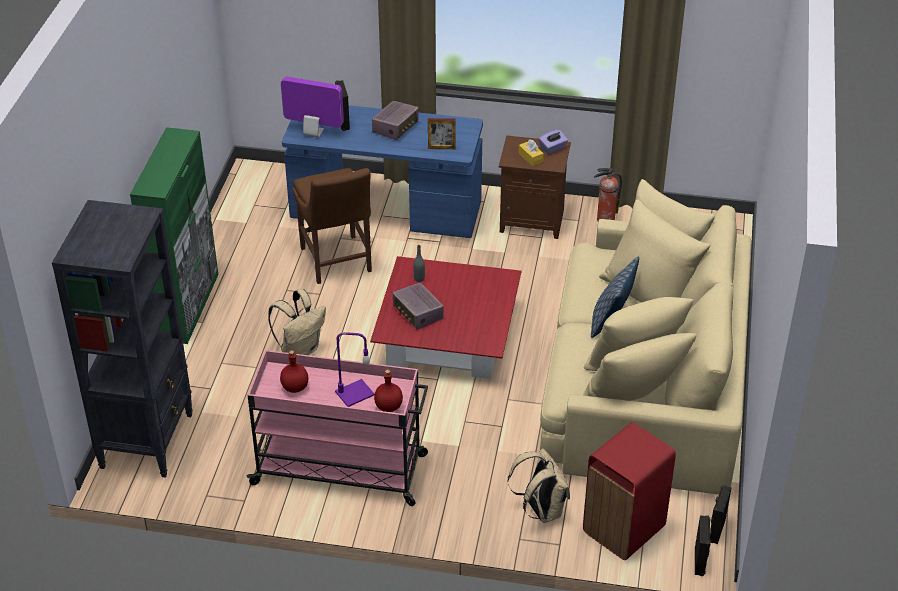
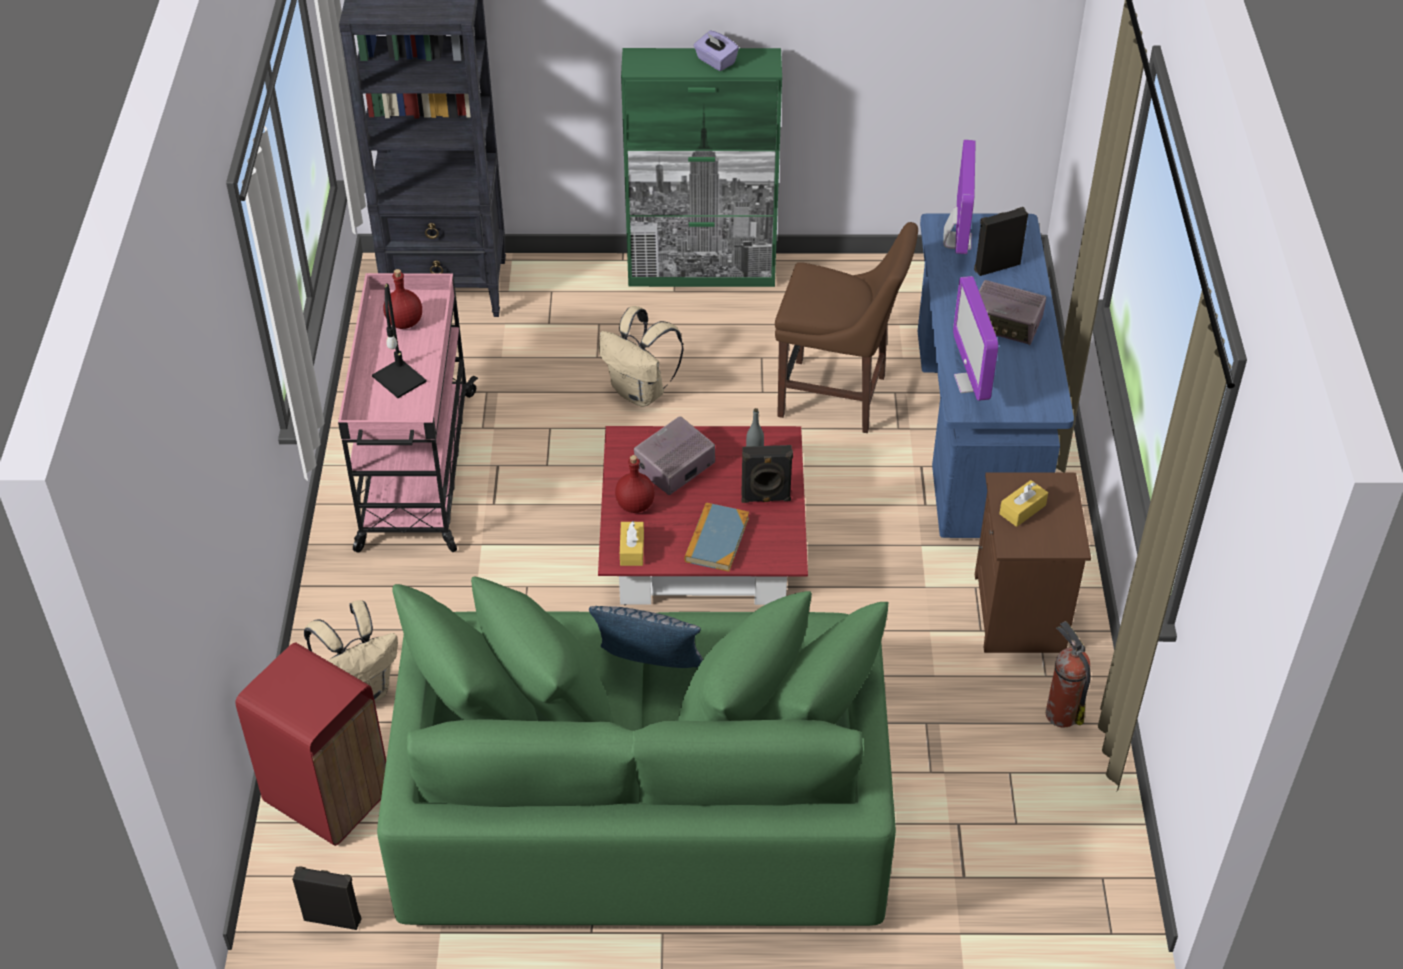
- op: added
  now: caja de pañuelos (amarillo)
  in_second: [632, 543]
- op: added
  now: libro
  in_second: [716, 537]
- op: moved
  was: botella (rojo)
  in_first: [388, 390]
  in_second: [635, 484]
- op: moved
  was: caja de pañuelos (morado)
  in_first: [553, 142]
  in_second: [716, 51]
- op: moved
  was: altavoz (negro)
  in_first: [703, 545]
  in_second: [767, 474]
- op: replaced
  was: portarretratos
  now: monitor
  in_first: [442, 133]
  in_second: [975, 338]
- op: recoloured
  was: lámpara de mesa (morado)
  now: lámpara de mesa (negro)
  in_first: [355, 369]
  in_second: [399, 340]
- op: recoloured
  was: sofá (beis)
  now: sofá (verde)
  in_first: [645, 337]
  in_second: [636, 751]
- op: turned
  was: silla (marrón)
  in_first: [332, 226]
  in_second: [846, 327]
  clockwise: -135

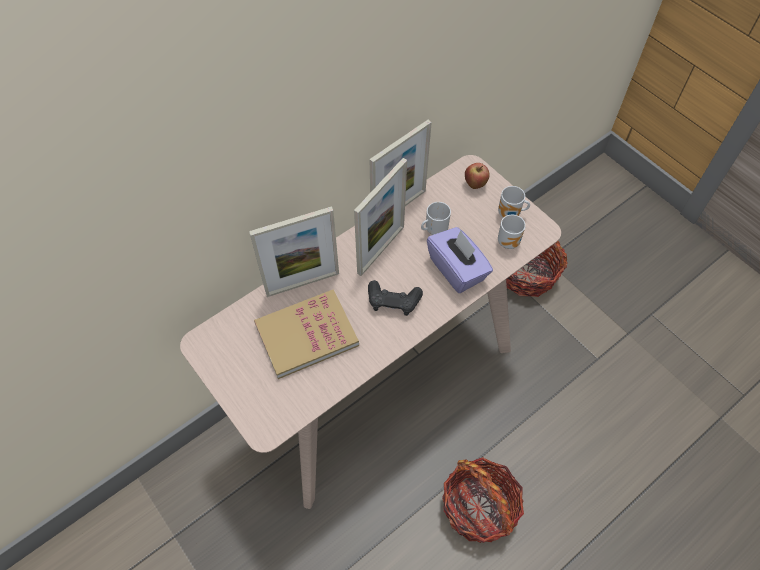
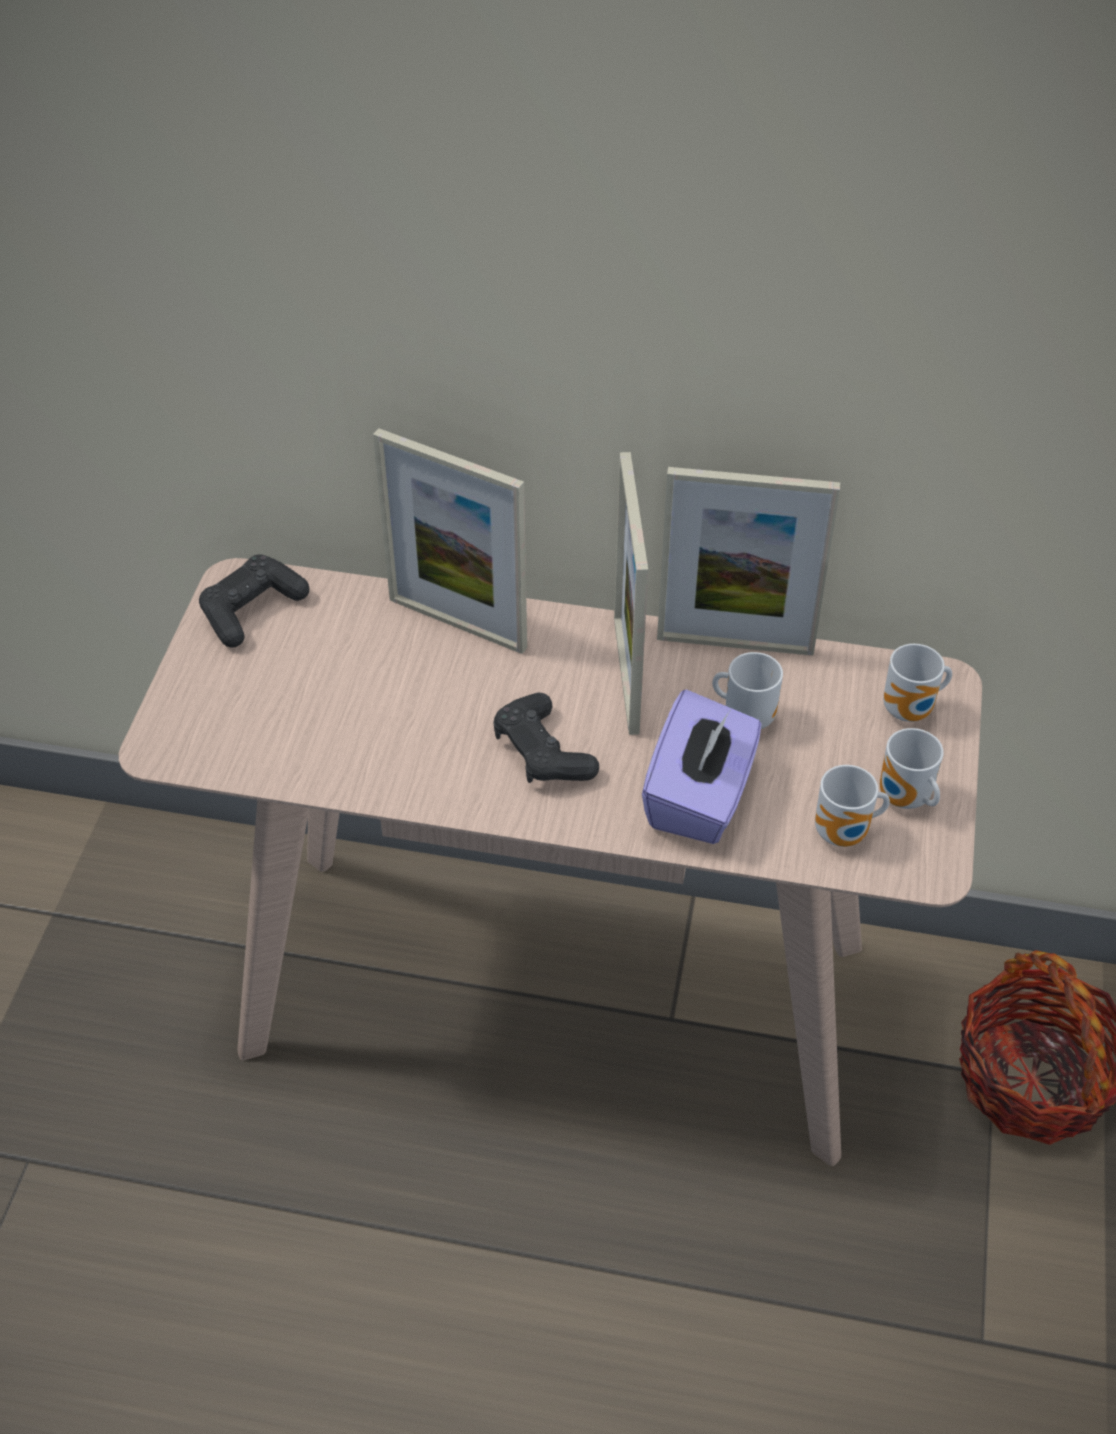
- op: removed
  was: libro
  in_first: [306, 334]
- op: removed
  was: cesta
  in_first: [483, 500]
- op: added
  now: mando de consola (negro)
  in_second: [254, 601]
- op: replaced
  was: manzana
  now: taza grande
  in_first: [477, 176]
  in_second: [917, 683]
- op: turned
  was: portarretratos
  in_first: [380, 217]
  in_second: [631, 593]
  clockwise: 90

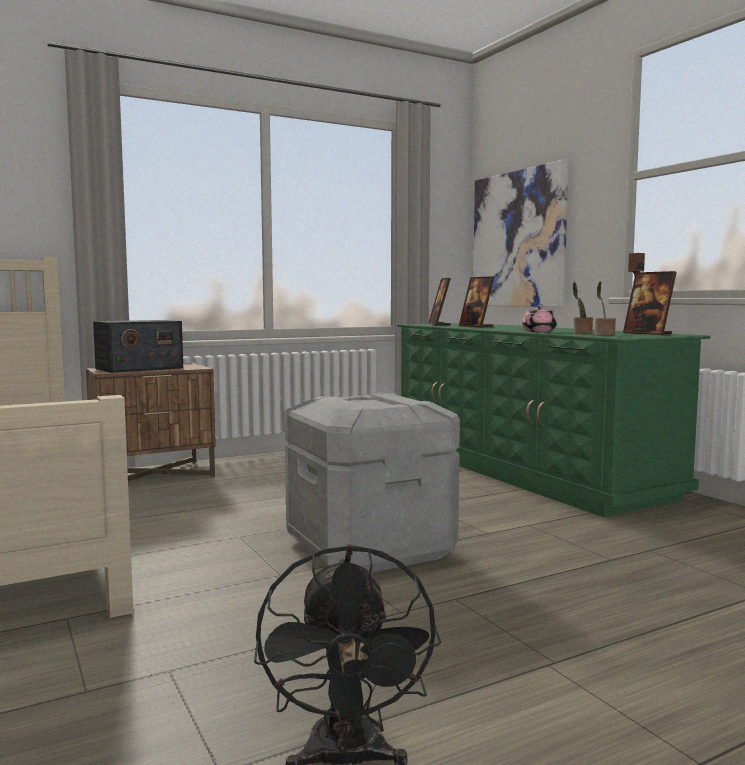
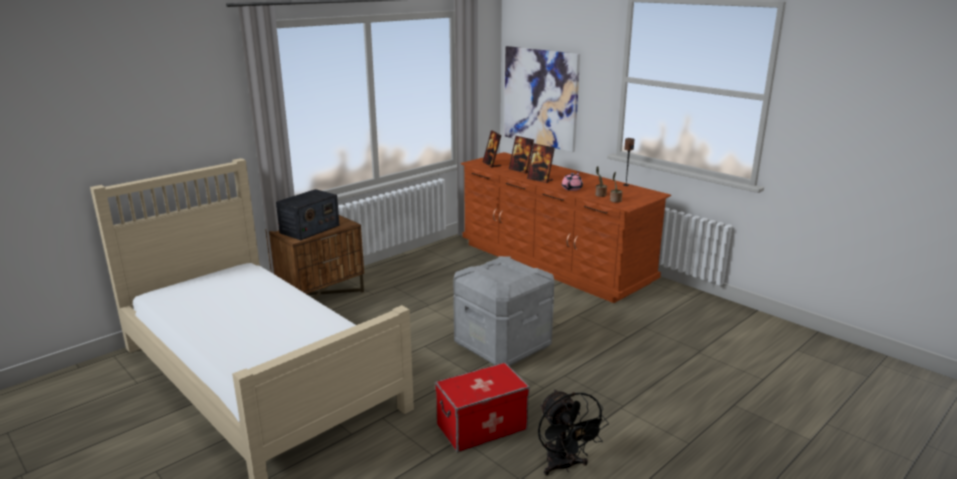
- op: added
  now: caja de almacenaje
  in_second: [482, 407]
- op: moved
  was: portarretratos
  in_first: [650, 303]
  in_second: [541, 163]
- op: recoloured
  was: cómoda (verde)
  now: cómoda (marrón)
  in_first: [553, 420]
  in_second: [566, 227]

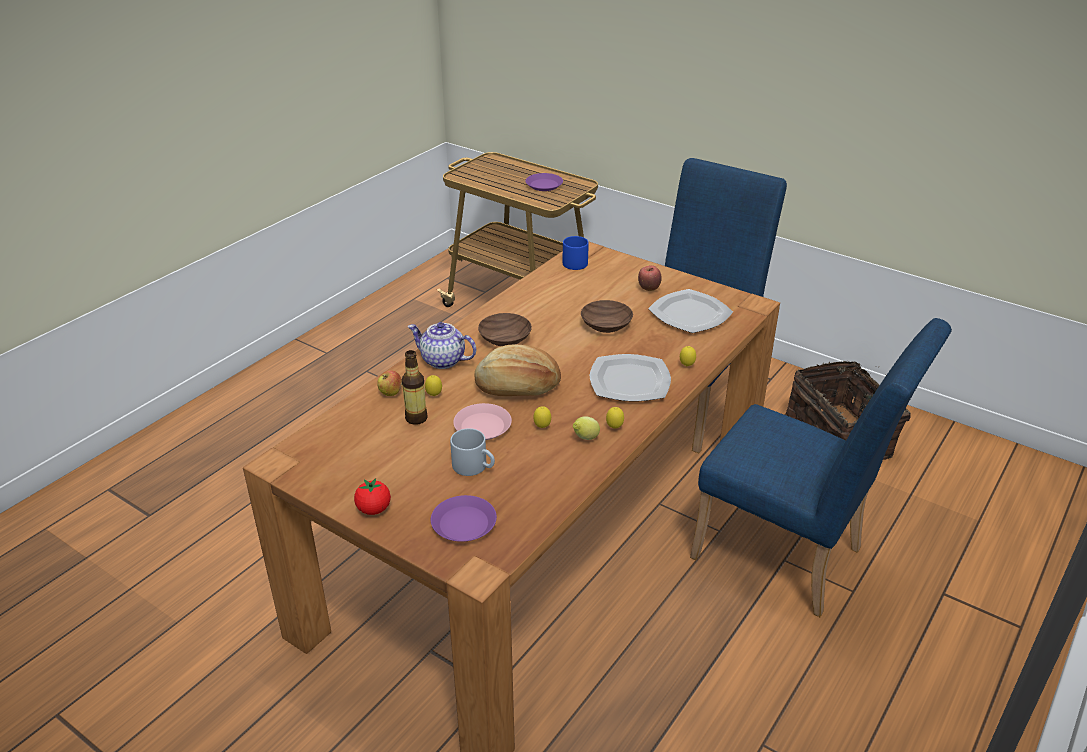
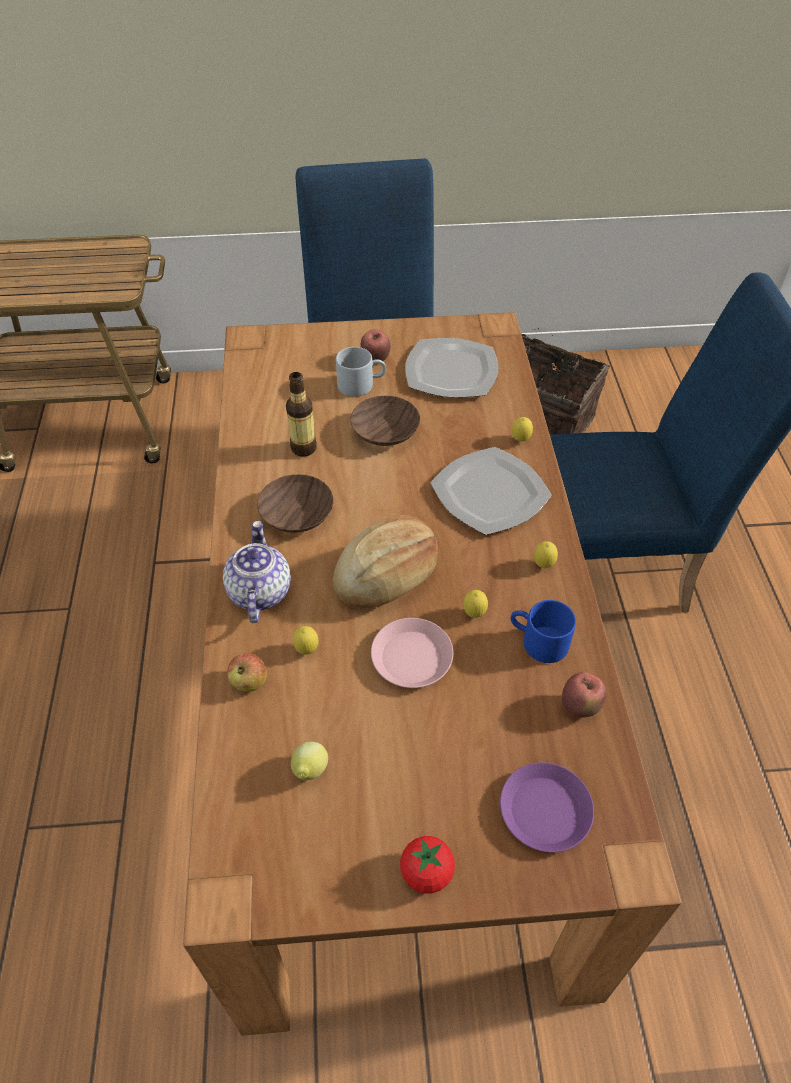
- op: removed
  was: plato (morado)
  in_first: [544, 182]
- op: added
  now: manzana
  in_second: [584, 695]
- op: moved
  was: botella
  in_first: [415, 387]
  in_second: [301, 414]
- op: moved
  was: taza grande (gris)
  in_first: [472, 452]
  in_second: [361, 372]
- op: moved
  was: taza grande (azul)
  in_first: [576, 253]
  in_second: [543, 631]
- op: moved
  was: limón
  in_first: [586, 428]
  in_second: [309, 761]
- op: turned
  was: tetera
  in_first: [442, 345]
  in_second: [257, 572]
  clockwise: 105

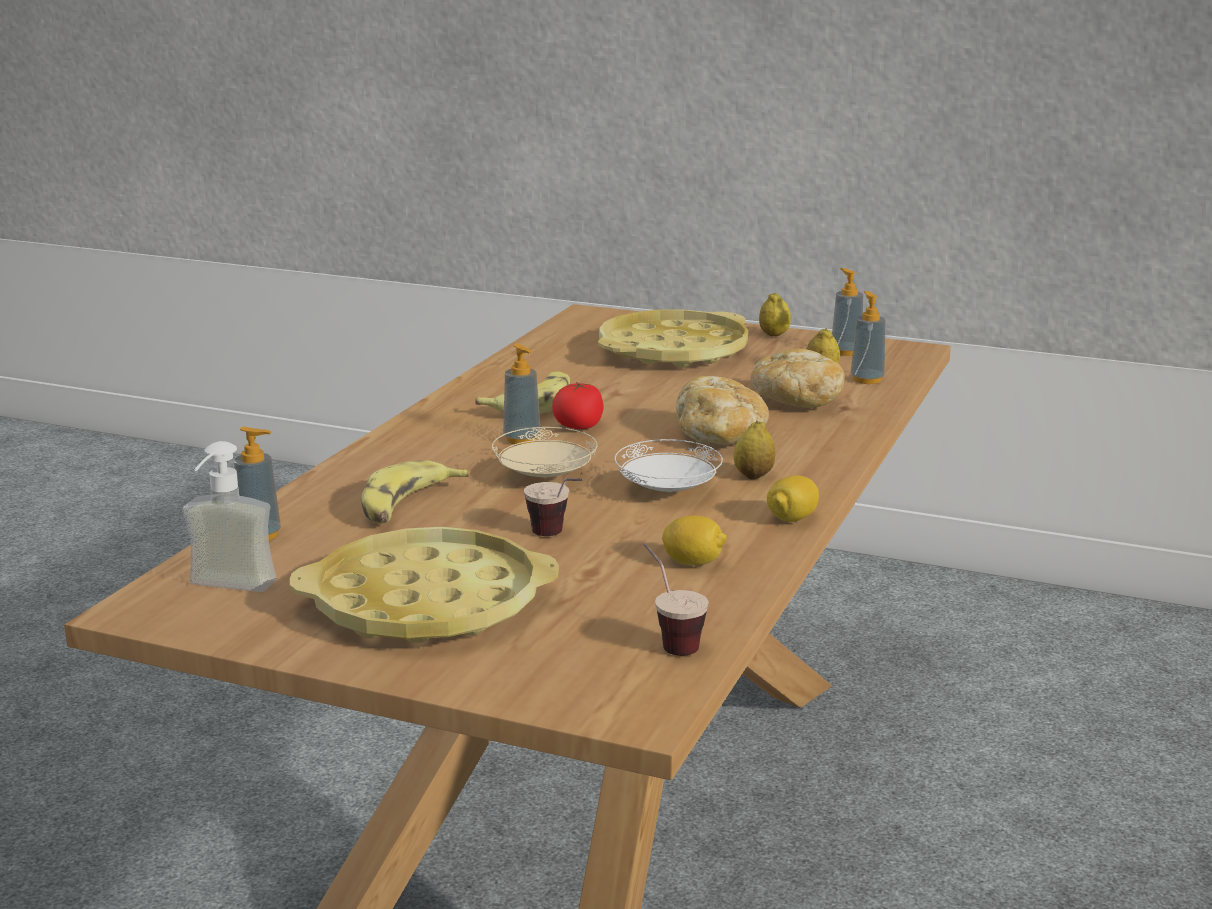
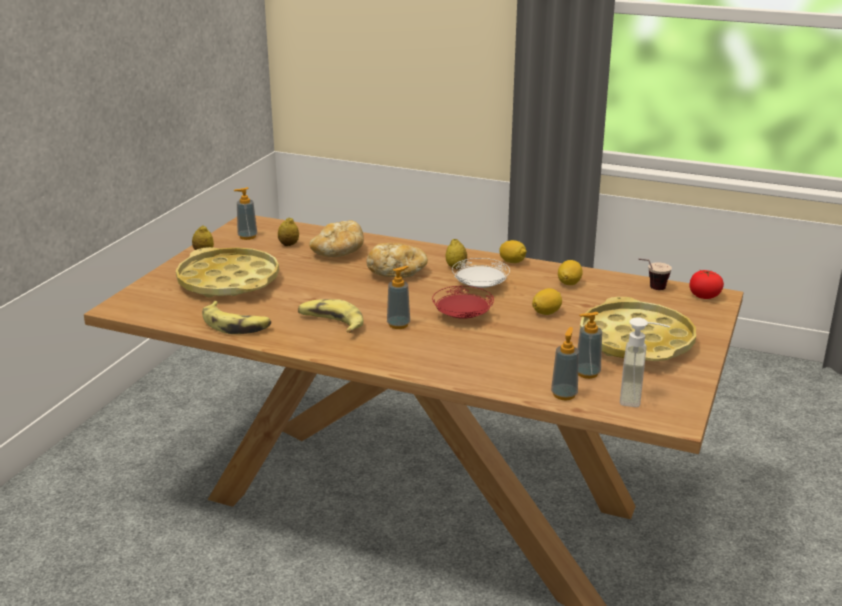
- op: moved
  was: plátano
  in_first: [415, 492]
  in_second: [236, 317]
- op: moved
  was: tomate
  in_first: [577, 405]
  in_second: [707, 284]
- op: moved
  was: dispensador de jabón
  in_first: [868, 337]
  in_second: [589, 345]
- op: replaced
  was: taza
  now: limón
  in_first: [553, 507]
  in_second: [547, 301]
- op: recoloured
  was: plato (beis)
  now: plato (rojo)
  in_first: [544, 452]
  in_second: [463, 302]

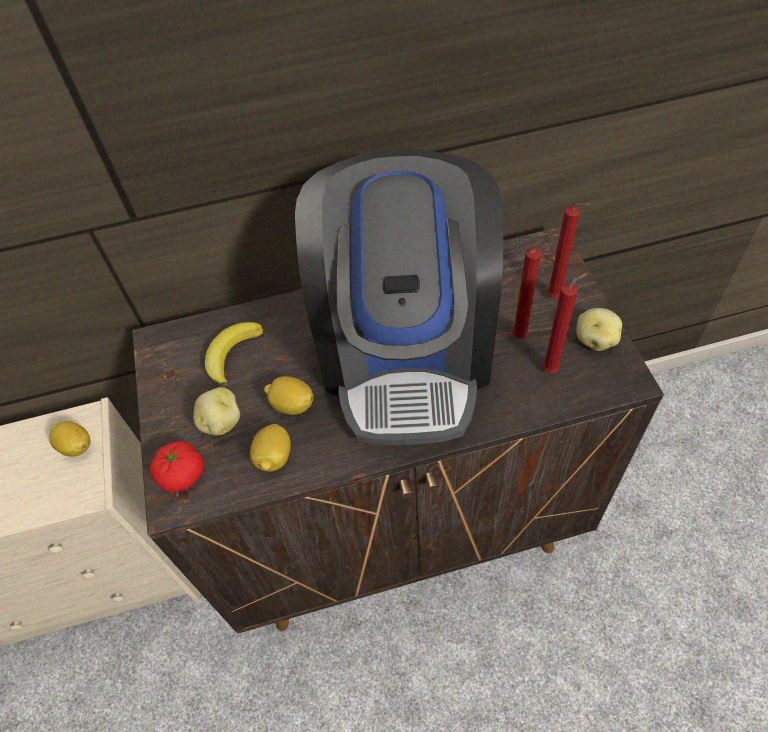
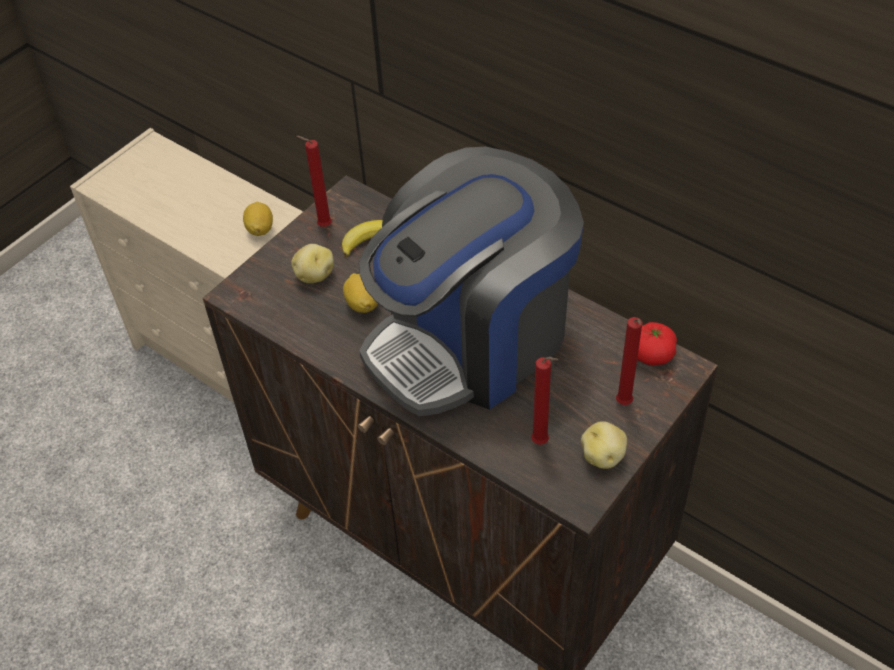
- op: removed
  was: limón
  in_first: [270, 448]
- op: moved
  was: tomate
  in_first: [176, 466]
  in_second: [657, 344]
- op: moved
  was: vela (rojo)
  in_first: [526, 293]
  in_second: [314, 181]

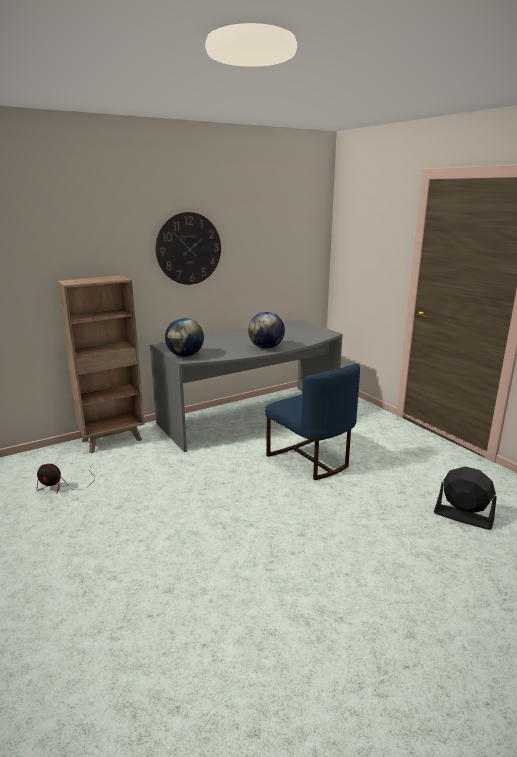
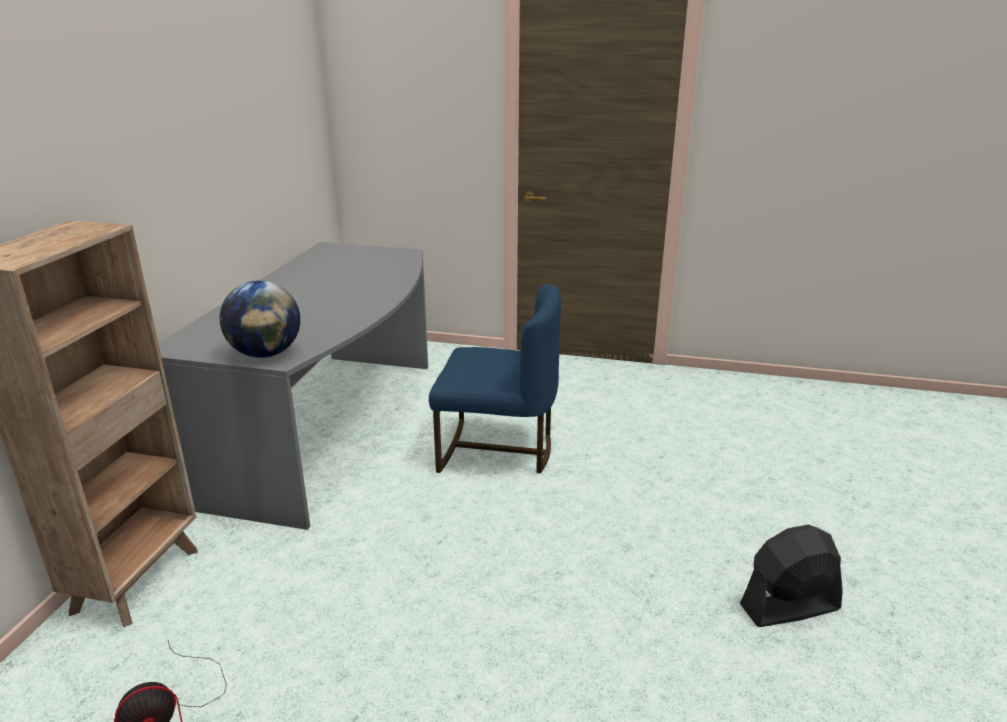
- op: removed
  was: reloj de pared
  in_first: [188, 248]
- op: removed
  was: globo terráqueo
  in_first: [266, 330]
- op: moved
  was: ventilador (negro)
  in_first: [465, 498]
  in_second: [791, 575]

